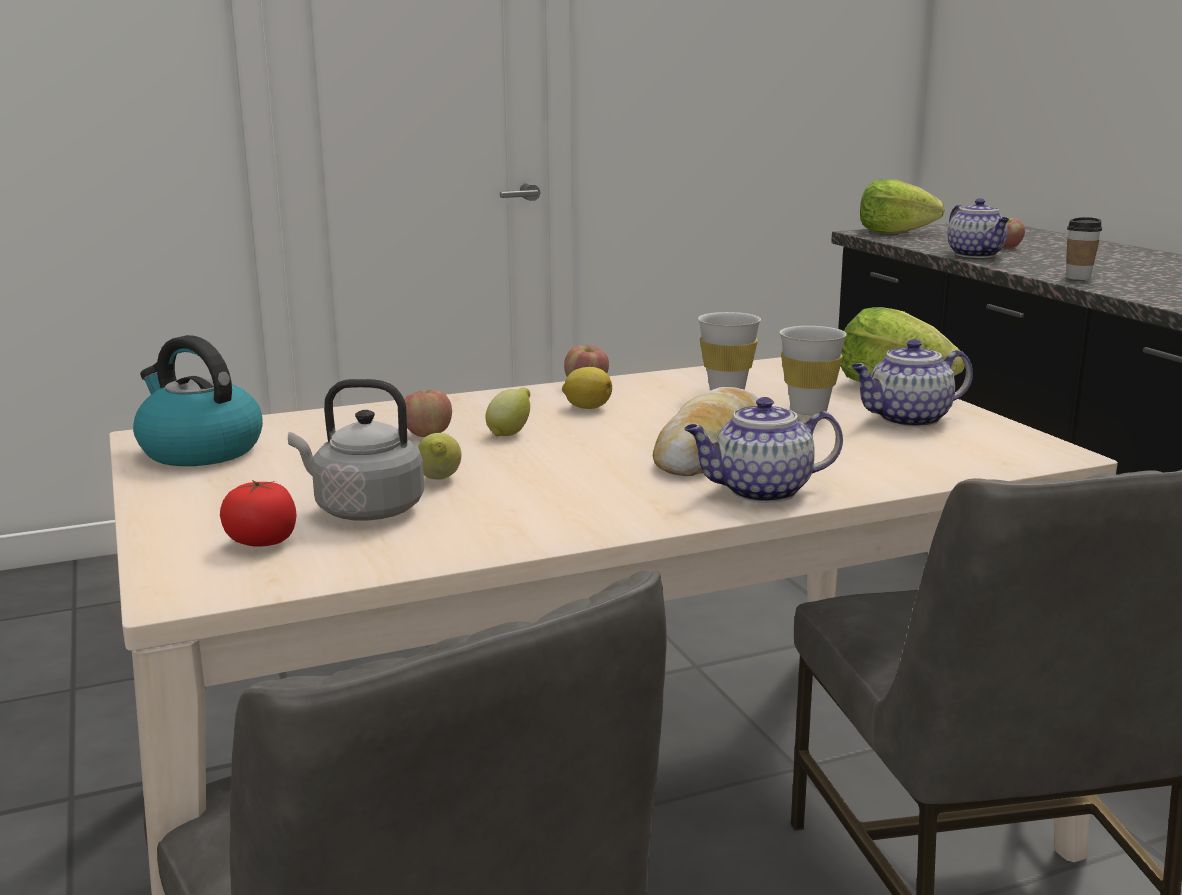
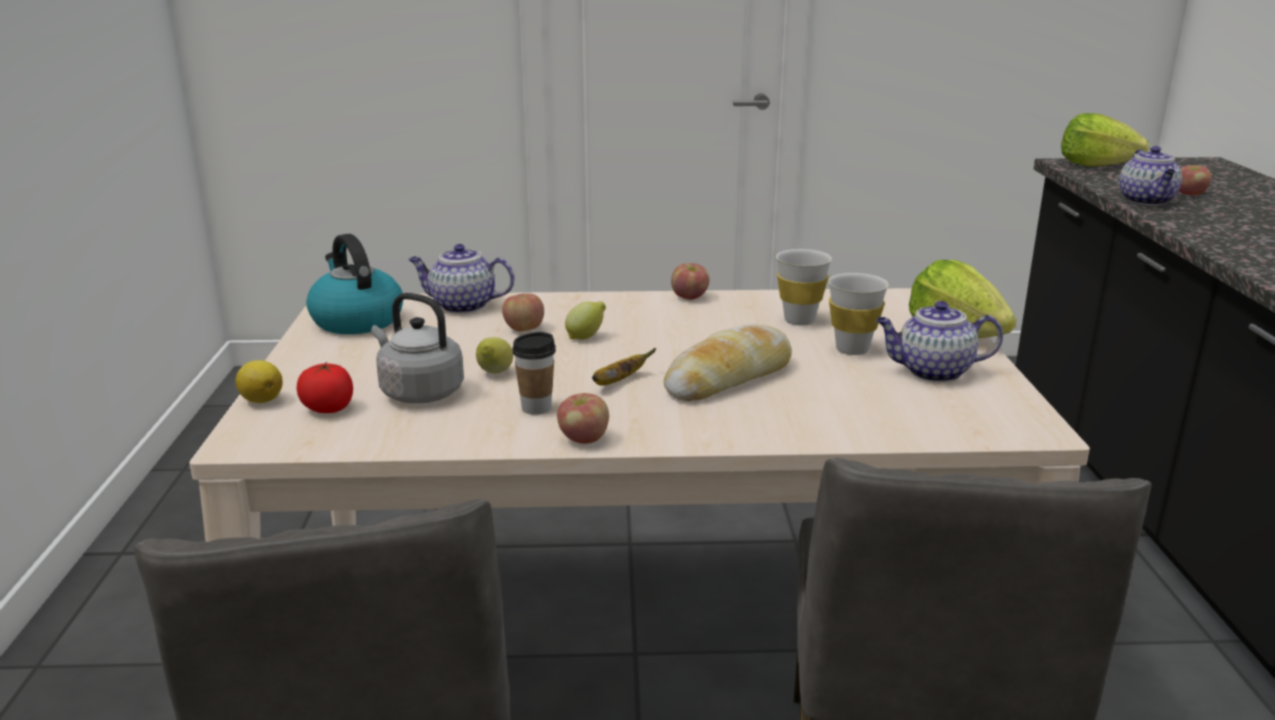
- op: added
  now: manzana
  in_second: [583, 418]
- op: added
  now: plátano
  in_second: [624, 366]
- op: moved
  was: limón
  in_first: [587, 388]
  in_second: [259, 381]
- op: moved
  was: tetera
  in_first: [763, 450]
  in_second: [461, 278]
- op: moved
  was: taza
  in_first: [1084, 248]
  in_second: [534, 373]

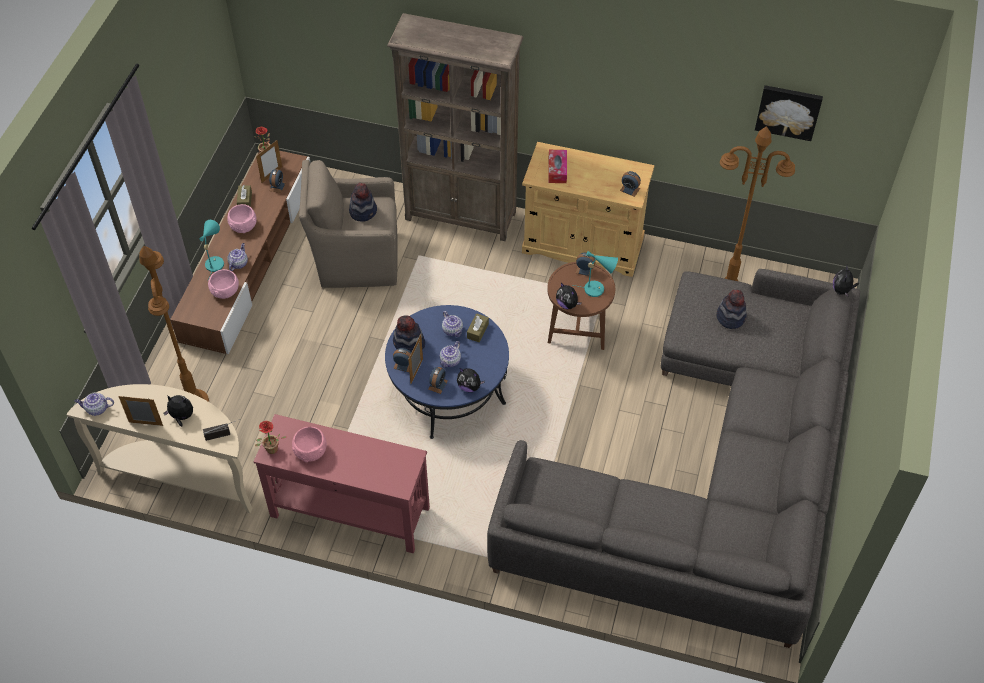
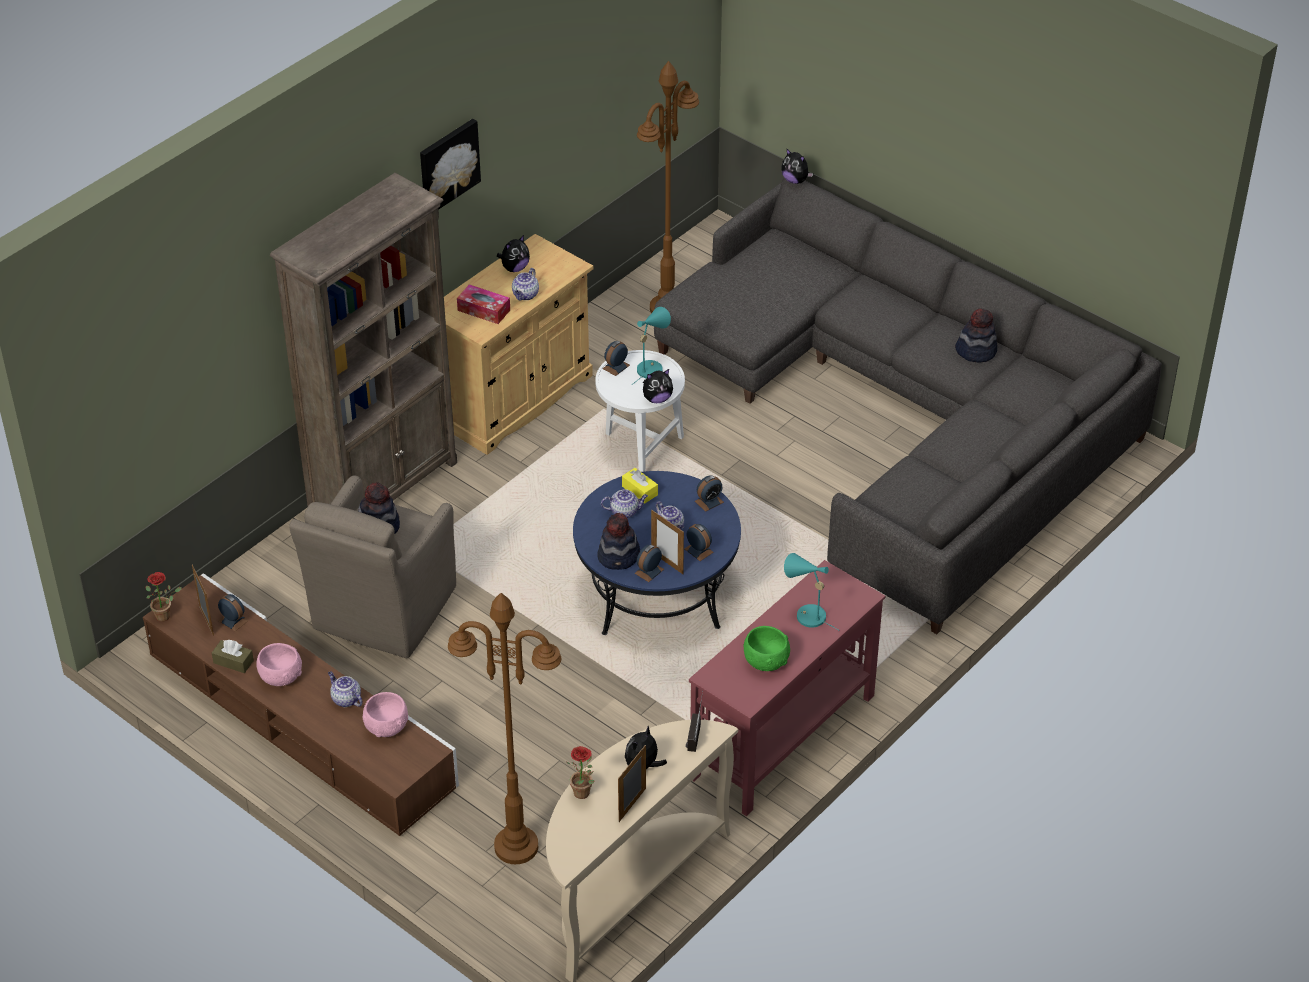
- op: moved
  was: tetera
  in_first: [94, 404]
  in_second: [525, 284]
- op: moved
  was: lámpara de mesa (turquesa)
  in_first: [211, 249]
  in_second: [811, 591]
- op: moved
  was: planta en maceta
  in_first: [270, 437]
  in_second: [579, 772]
- op: moved
  was: peluche
  in_first: [471, 380]
  in_second: [513, 253]
- op: moved
  was: despertador
  in_first: [630, 184]
  in_second: [709, 493]
- op: moved
  was: sombrero
  in_first: [732, 309]
  in_second: [976, 335]
- op: moved
  was: cuadro
  in_first: [789, 113]
  in_second: [450, 164]
- op: recoloured
  was: cuenco (rosa)
  now: cuenco (verde)
  in_first: [309, 444]
  in_second: [767, 648]
- op: recoloured
  was: caja de pañuelos (marrón)
  now: caja de pañuelos (amarillo)
  in_first: [478, 327]
  in_second: [640, 485]
- op: recoloured
  was: mesa auxiliar (marrón)
  now: mesa auxiliar (blanco)
  in_first: [581, 306]
  in_second: [640, 411]

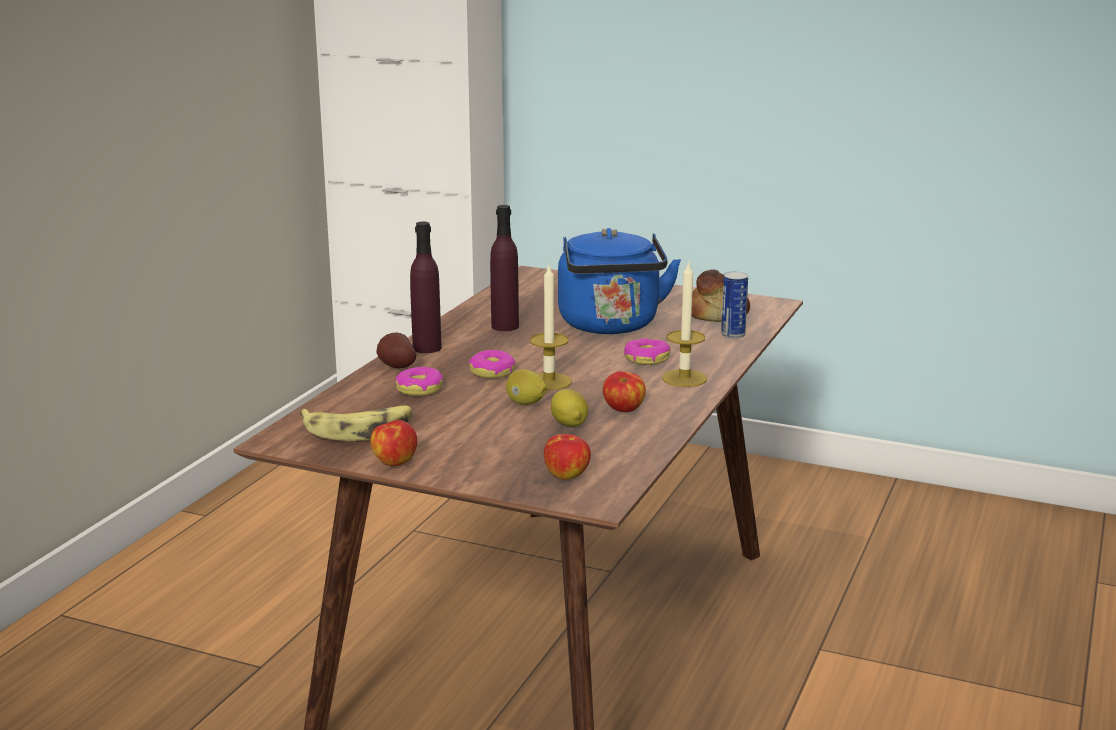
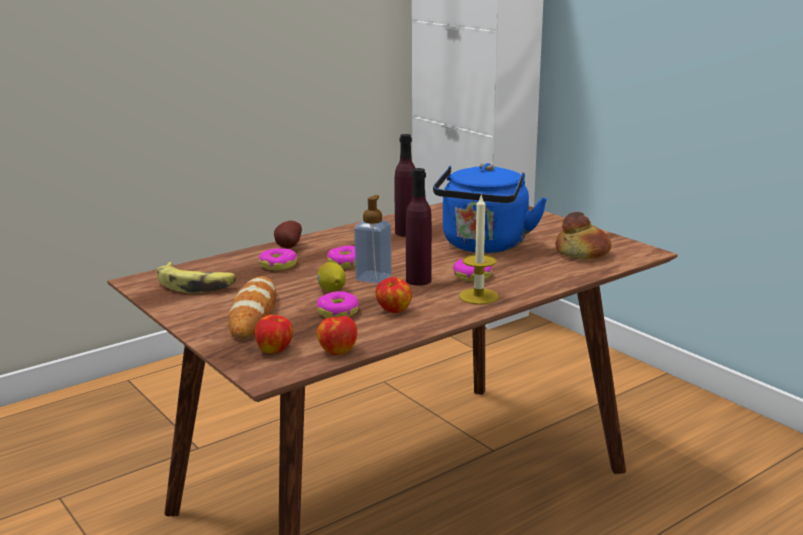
- op: removed
  was: lata
  in_first: [734, 304]
- op: added
  now: pan
  in_second: [252, 307]
- op: moved
  was: manzana
  in_first: [393, 443]
  in_second: [337, 335]
- op: moved
  was: botella (morado)
  in_first: [426, 287]
  in_second: [419, 227]
- op: replaced
  was: vela
  now: dispensador de jabón
  in_first: [551, 328]
  in_second: [373, 239]
- op: replaced
  was: limón
  now: rosquilla
  in_first: [569, 408]
  in_second: [338, 304]

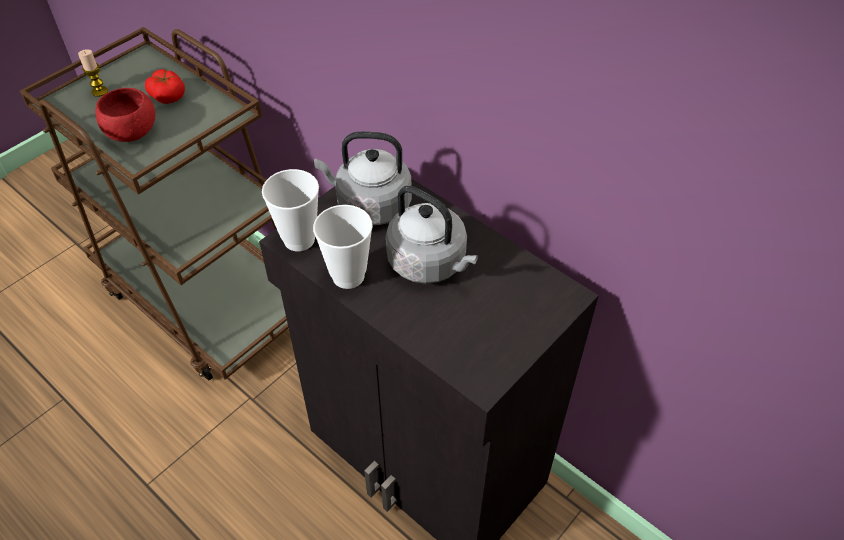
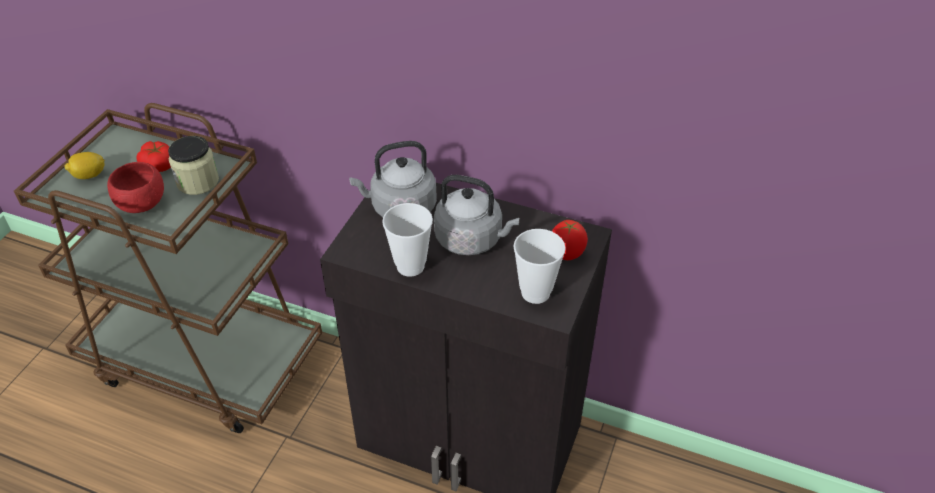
- op: added
  now: tarro
  in_second: [193, 165]
- op: added
  now: tomate
  in_second: [570, 240]
- op: moved
  was: taza
  in_first: [290, 210]
  in_second: [539, 266]
- op: replaced
  was: vela
  now: limón
  in_first: [93, 73]
  in_second: [84, 165]

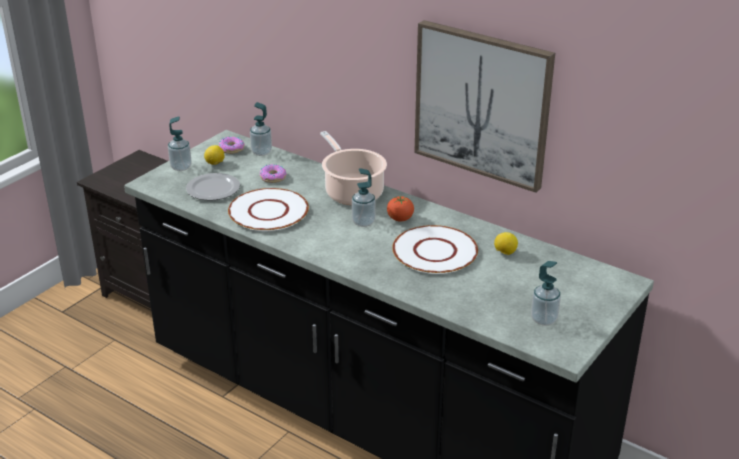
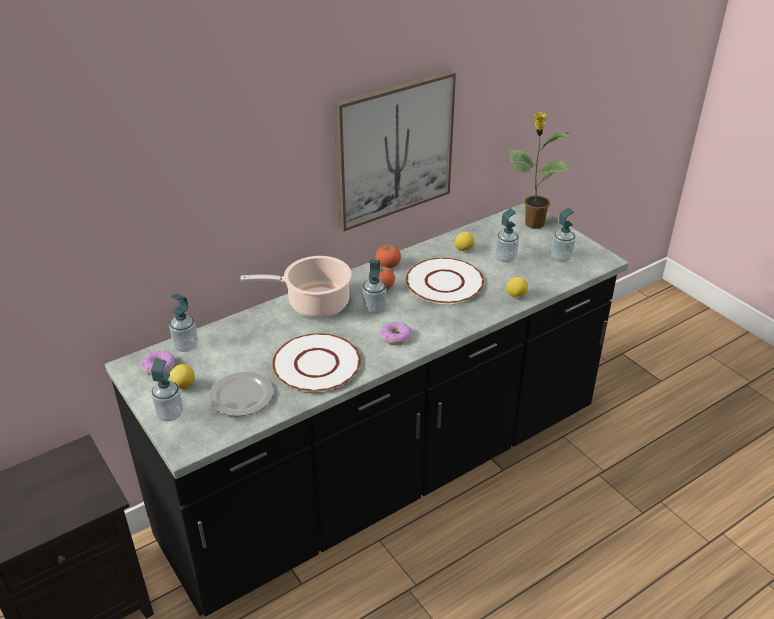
- op: added
  now: tomate
  in_second: [388, 256]
- op: added
  now: dispensador de jabón
  in_second: [507, 236]
- op: added
  now: limón
  in_second: [517, 287]
- op: added
  now: planta en maceta
  in_second: [539, 170]
- op: moved
  was: rosquilla
  in_first: [273, 173]
  in_second: [395, 333]

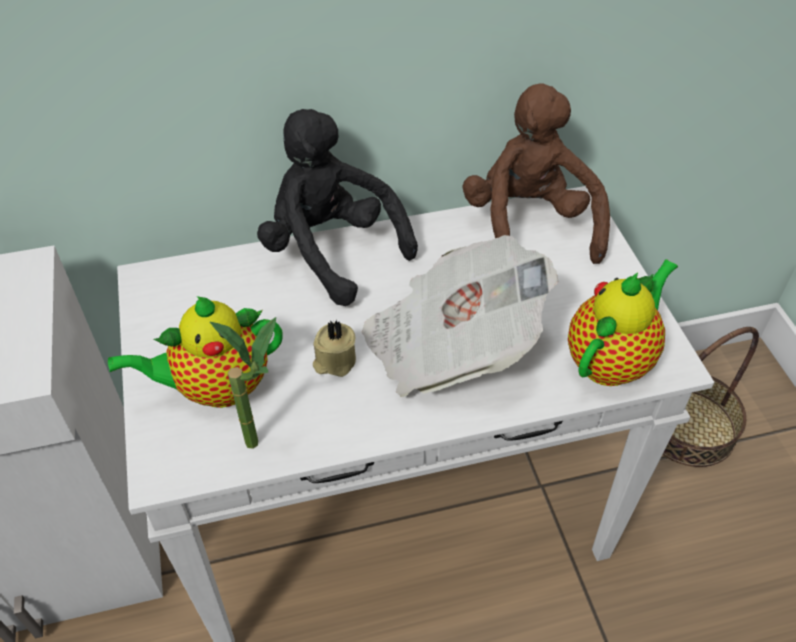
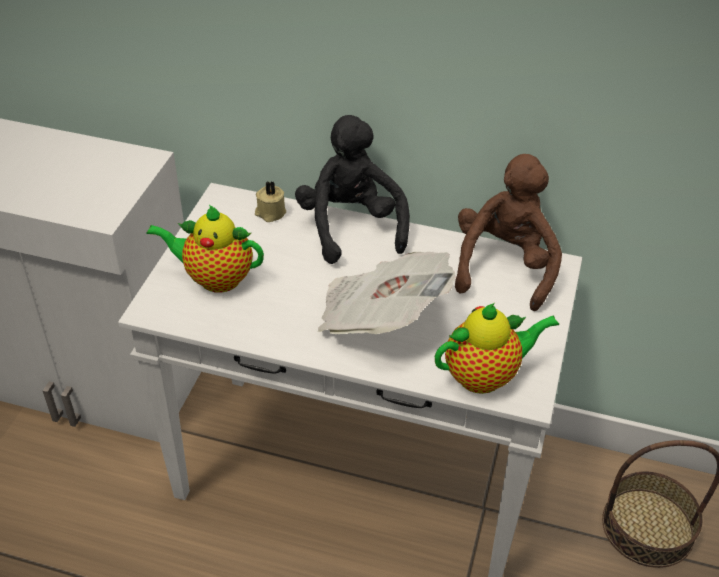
- op: removed
  was: planta en maceta
  in_first: [243, 383]
- op: moved
  was: vela (beis)
  in_first: [334, 348]
  in_second: [270, 201]

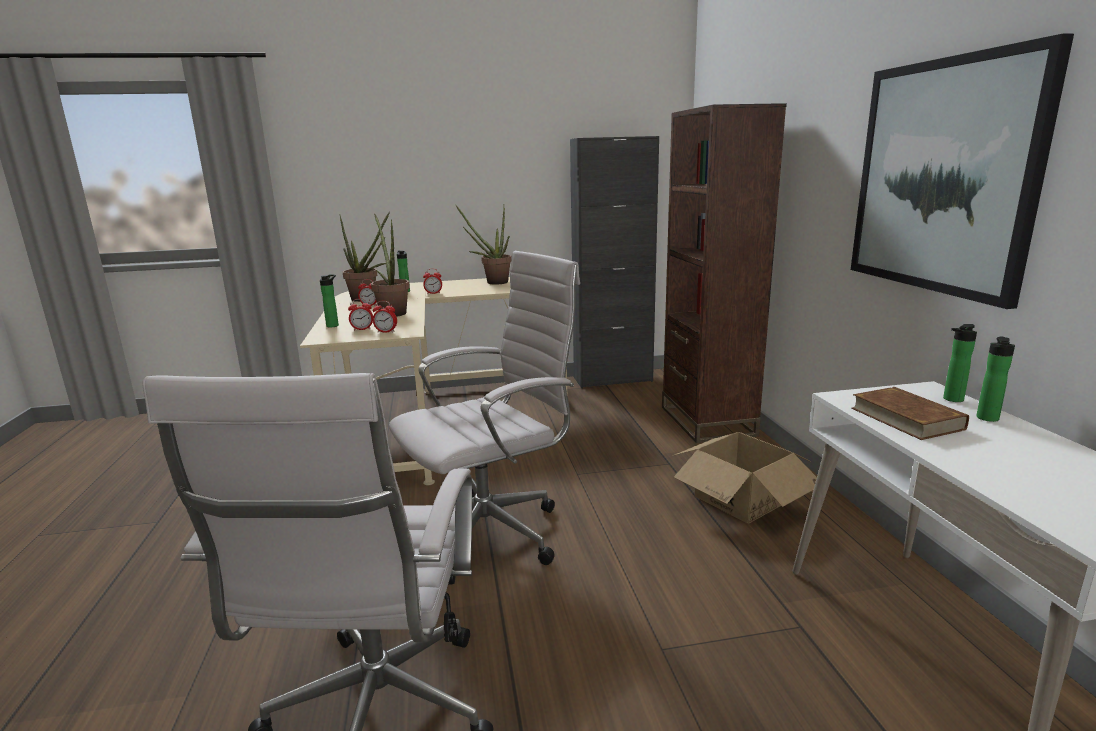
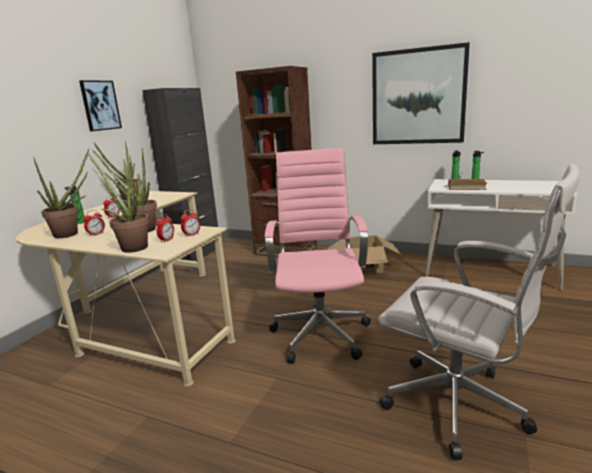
- op: added
  now: cuadro
  in_second: [100, 105]
- op: replaced
  was: botella
  now: planta en maceta
  in_first: [329, 301]
  in_second: [118, 203]
- op: recoloured
  was: silla de oficina (blanco)
  now: silla de oficina (rosa)
  in_first: [484, 418]
  in_second: [318, 256]

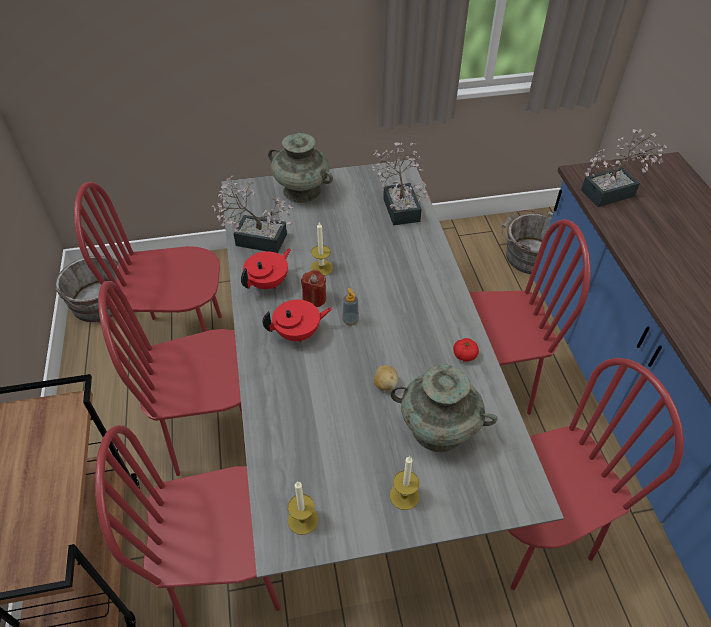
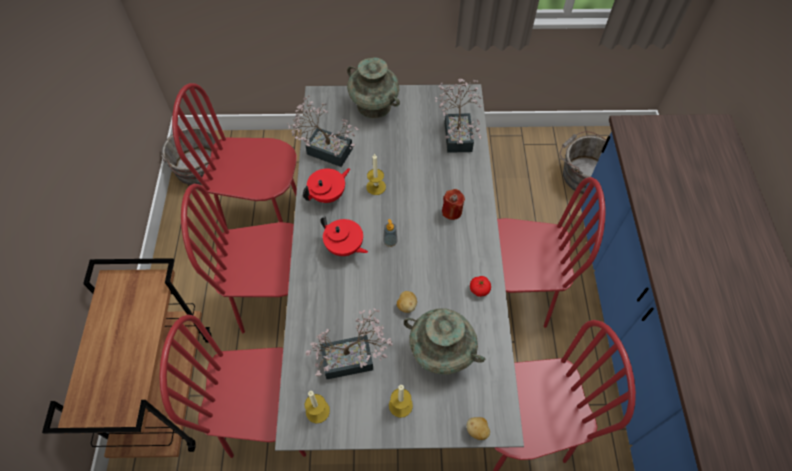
- op: added
  now: patata
  in_second: [478, 428]
- op: moved
  was: vela (rojo)
  in_first: [313, 288]
  in_second: [453, 204]
- op: moved
  was: planta en maceta
  in_first: [624, 168]
  in_second: [349, 343]
- op: turned
  was: tetera (rojo)
  in_first: [297, 321]
  in_second: [344, 236]
  clockwise: 45

